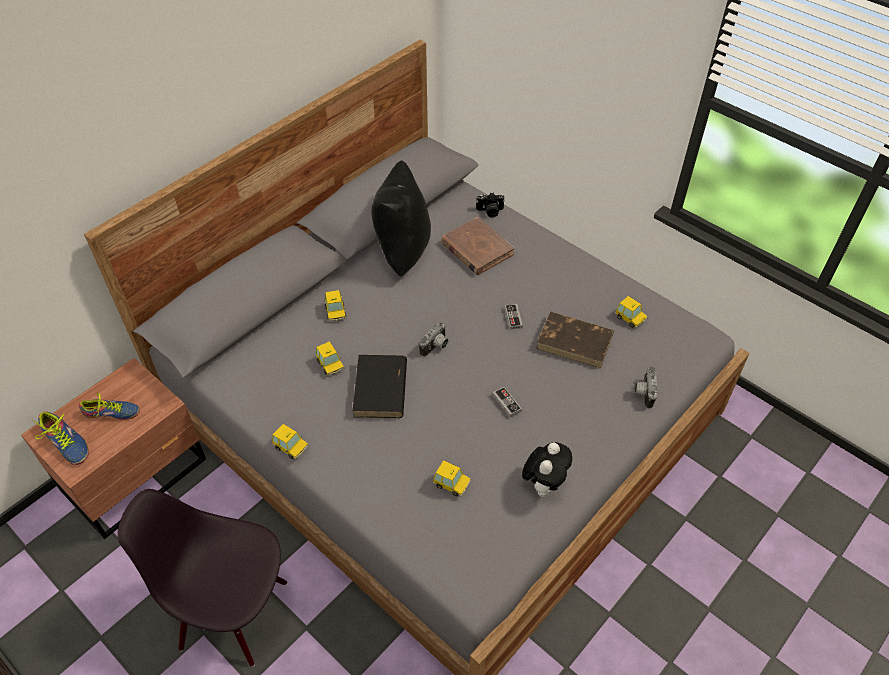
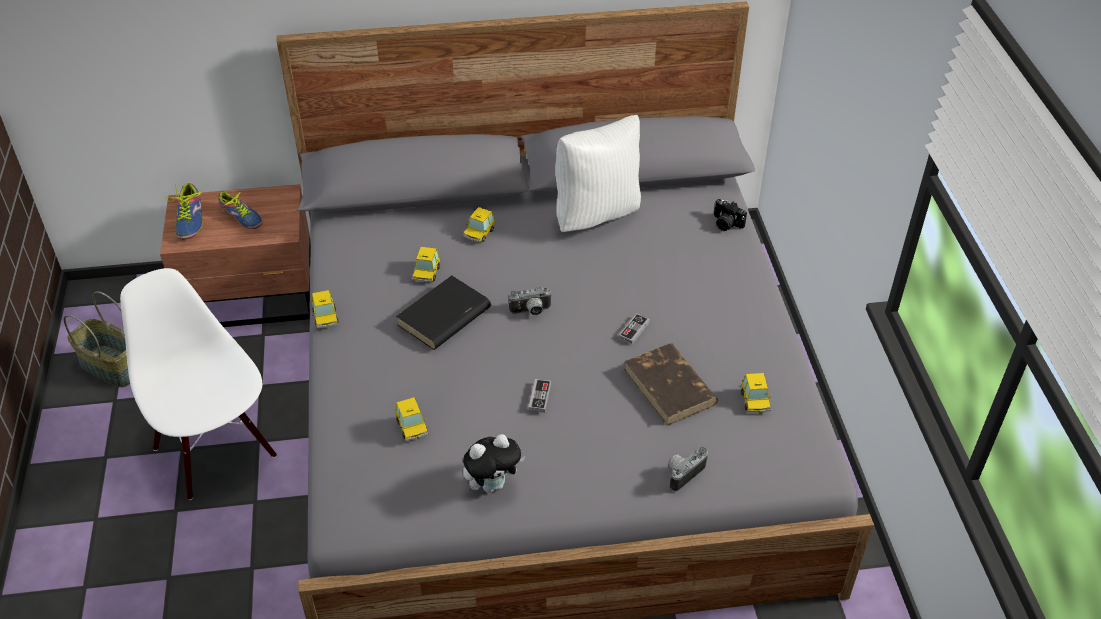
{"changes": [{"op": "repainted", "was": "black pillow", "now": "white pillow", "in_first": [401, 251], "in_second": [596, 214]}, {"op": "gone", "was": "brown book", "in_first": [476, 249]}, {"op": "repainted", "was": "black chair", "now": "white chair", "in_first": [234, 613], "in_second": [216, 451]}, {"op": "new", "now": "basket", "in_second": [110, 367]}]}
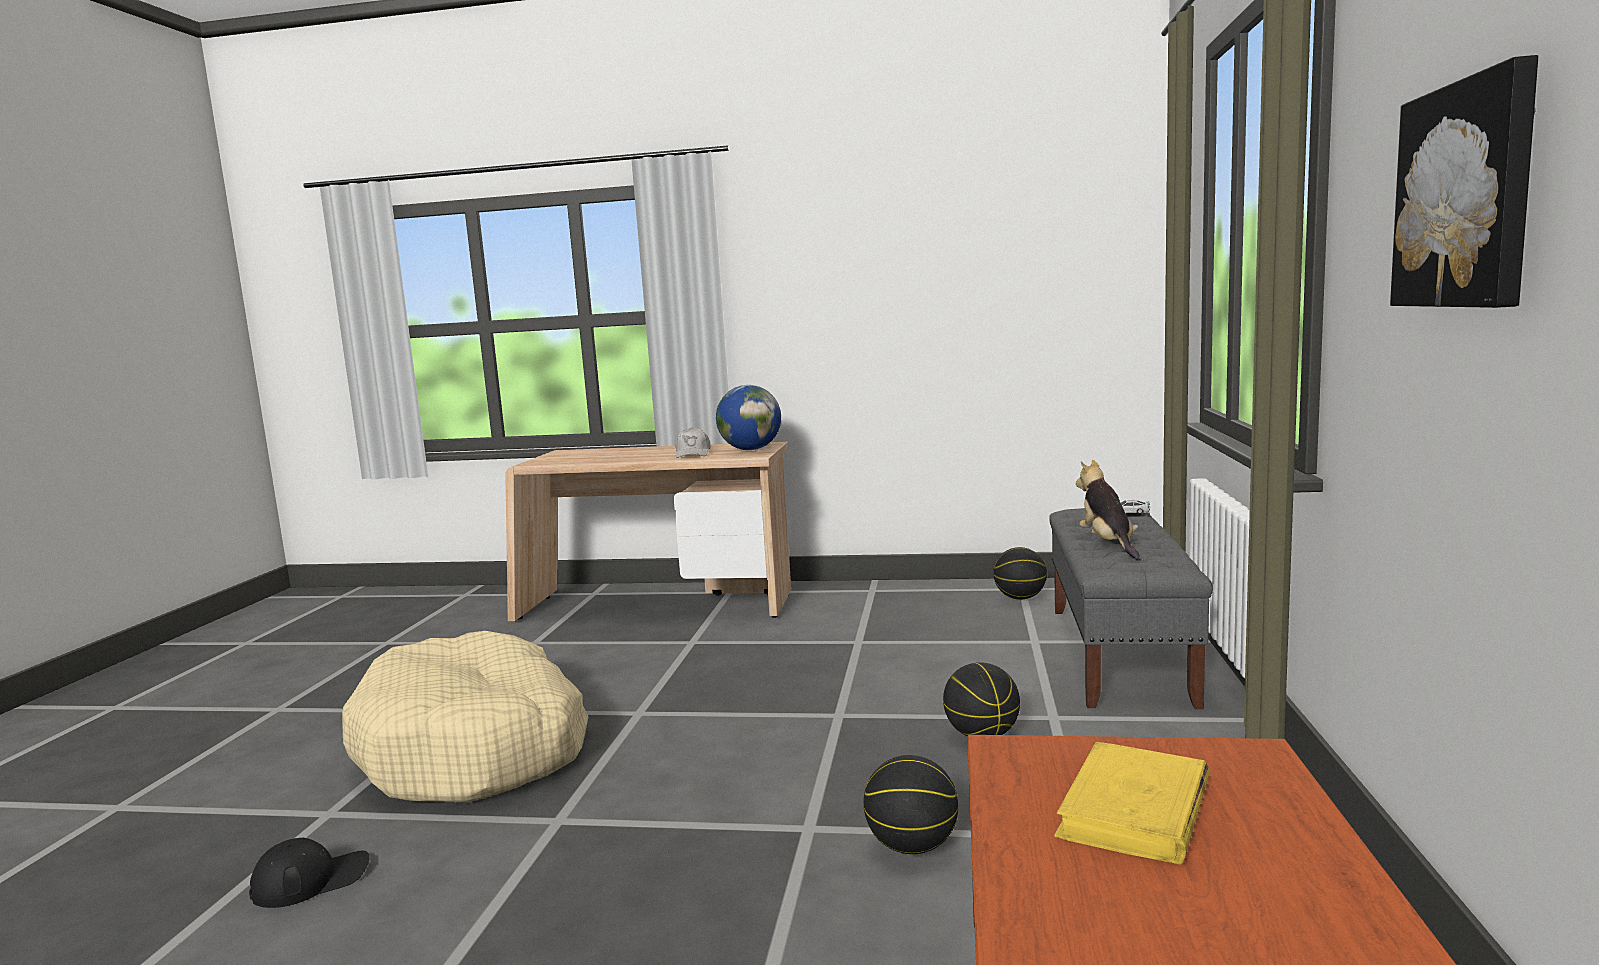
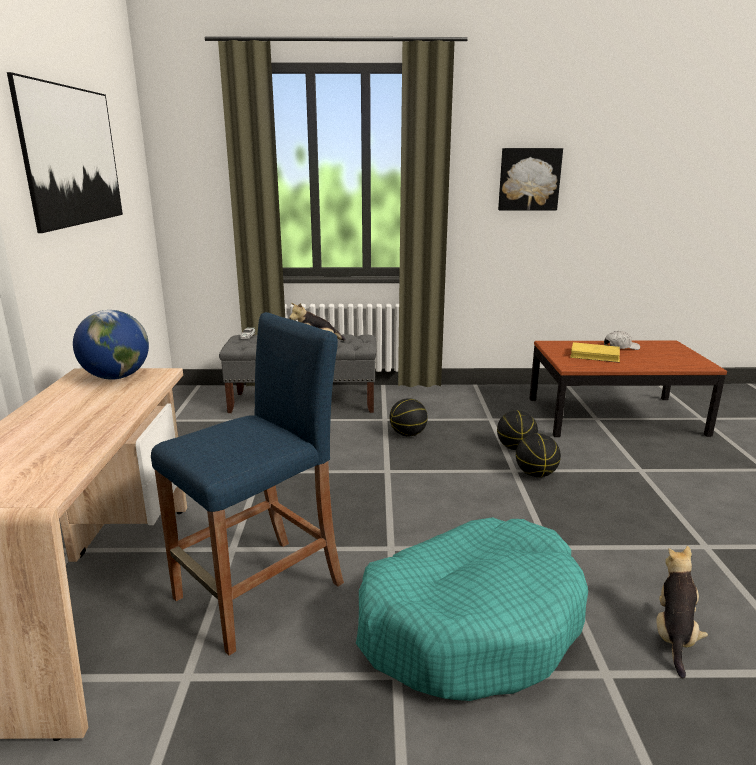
{"changes": [{"op": "shifted", "was": "white cap", "in_first": [693, 454], "in_second": [620, 347]}, {"op": "shifted", "was": "basketball", "in_first": [1020, 598], "in_second": [536, 474]}, {"op": "repainted", "was": "beige dog bed", "now": "turquoise dog bed", "in_first": [475, 748], "in_second": [470, 623]}, {"op": "swapped", "was": "black cap", "now": "plush toy", "in_first": [311, 879], "in_second": [674, 635]}, {"op": "new", "now": "picture", "in_second": [73, 156]}, {"op": "new", "now": "blue stool", "in_second": [260, 591]}]}
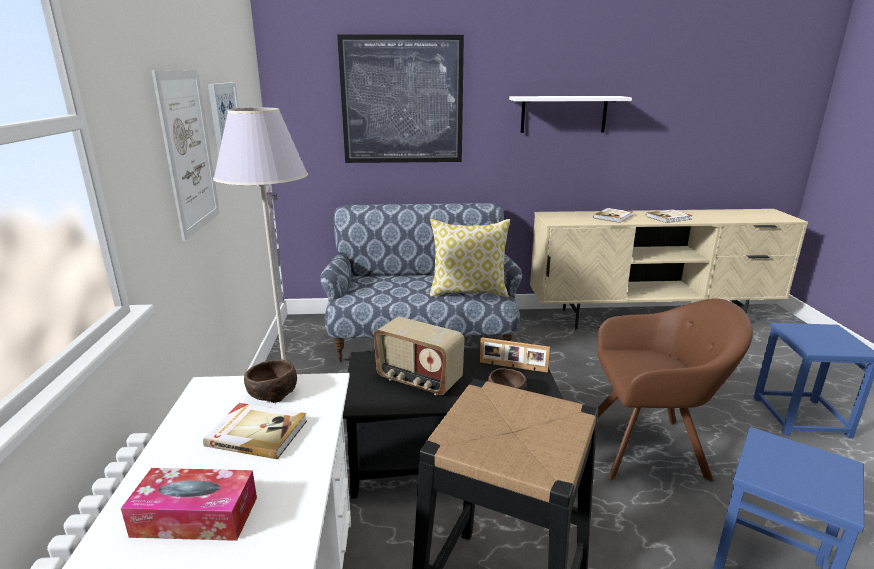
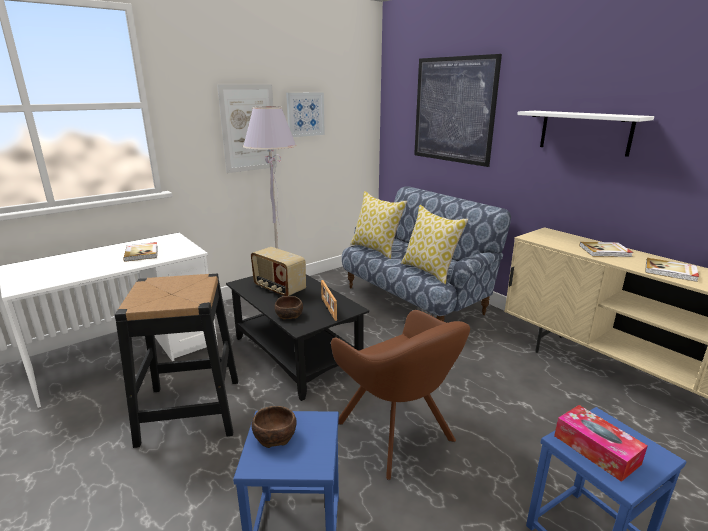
{"changes": [{"op": "rotated", "was": "radio", "in_first": [418, 381], "in_second": [279, 289], "clockwise": -45}, {"op": "shifted", "was": "brown bowl", "in_first": [271, 393], "in_second": [274, 436]}, {"op": "shifted", "was": "tissue box", "in_first": [195, 516], "in_second": [596, 449]}, {"op": "new", "now": "pillow", "in_second": [376, 249]}]}
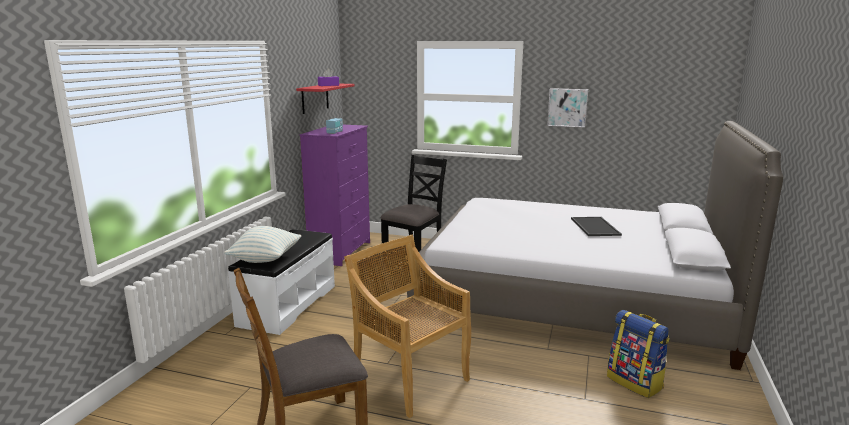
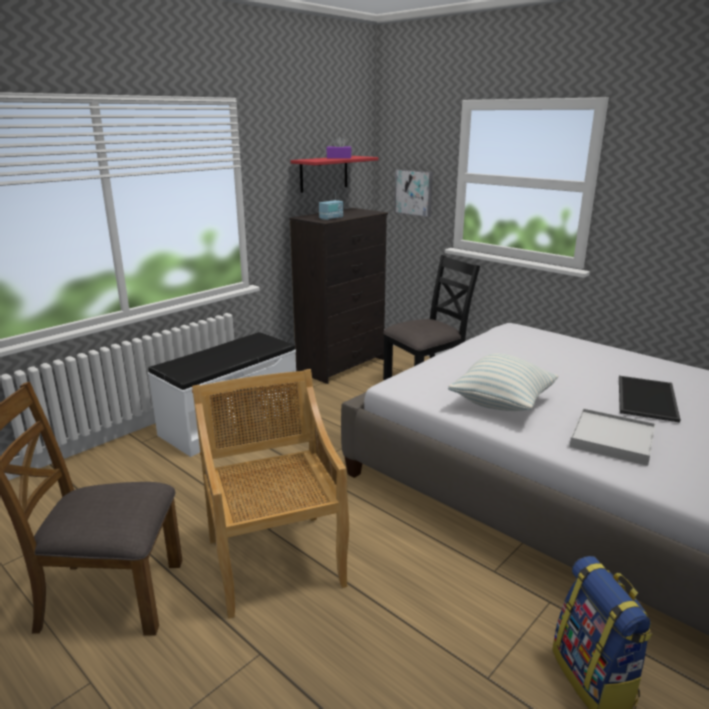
{"changes": [{"op": "shifted", "was": "picture", "in_first": [567, 107], "in_second": [414, 192]}, {"op": "repainted", "was": "purple dresser", "now": "black dresser", "in_first": [341, 251], "in_second": [342, 365]}, {"op": "shifted", "was": "pillow", "in_first": [265, 259], "in_second": [501, 404]}, {"op": "new", "now": "white tray", "in_second": [612, 439]}]}
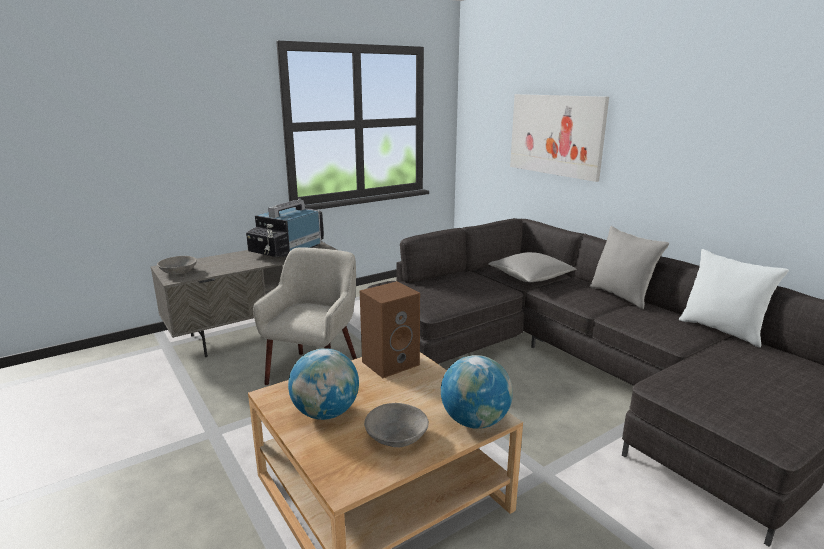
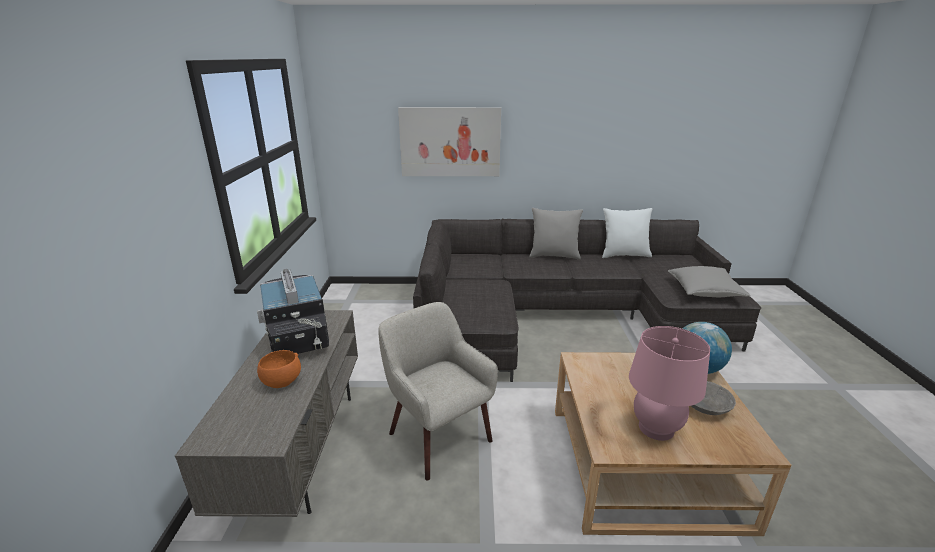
{"changes": [{"op": "shifted", "was": "grey pillow", "in_first": [530, 278], "in_second": [704, 291]}, {"op": "gone", "was": "grey bowl", "in_first": [178, 272]}, {"op": "gone", "was": "brown speaker", "in_first": [391, 362]}, {"op": "swapped", "was": "globe", "now": "pink table lamp", "in_first": [325, 413], "in_second": [656, 428]}, {"op": "new", "now": "orange bowl", "in_second": [281, 382]}]}
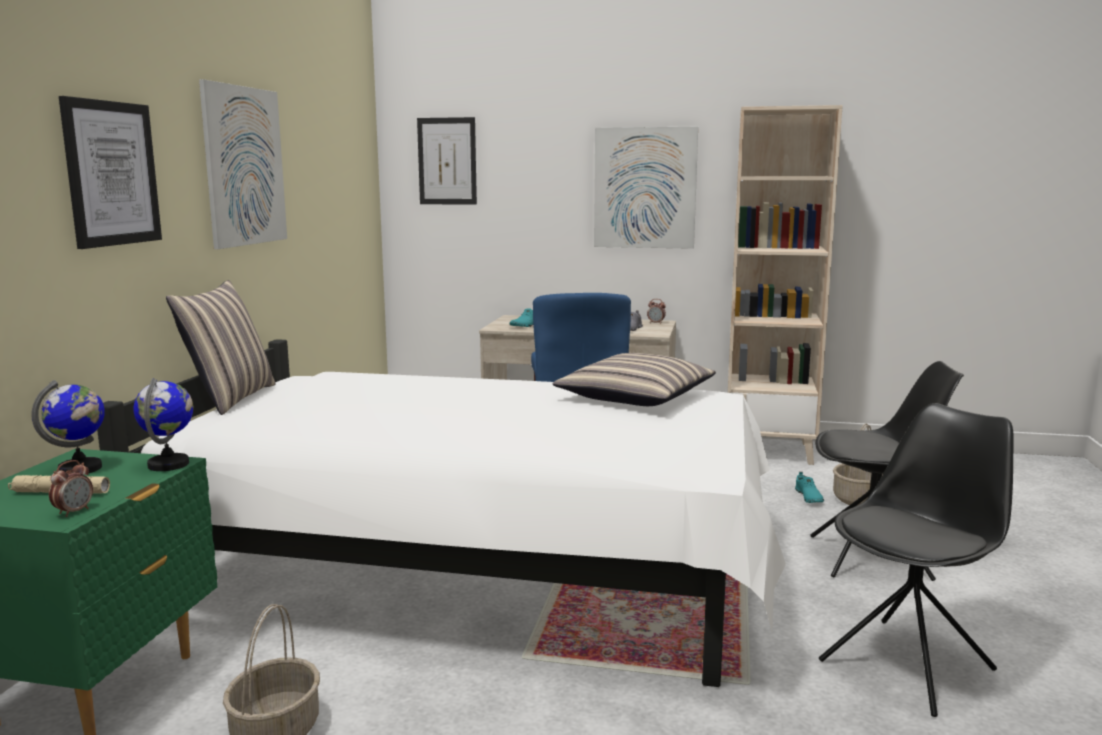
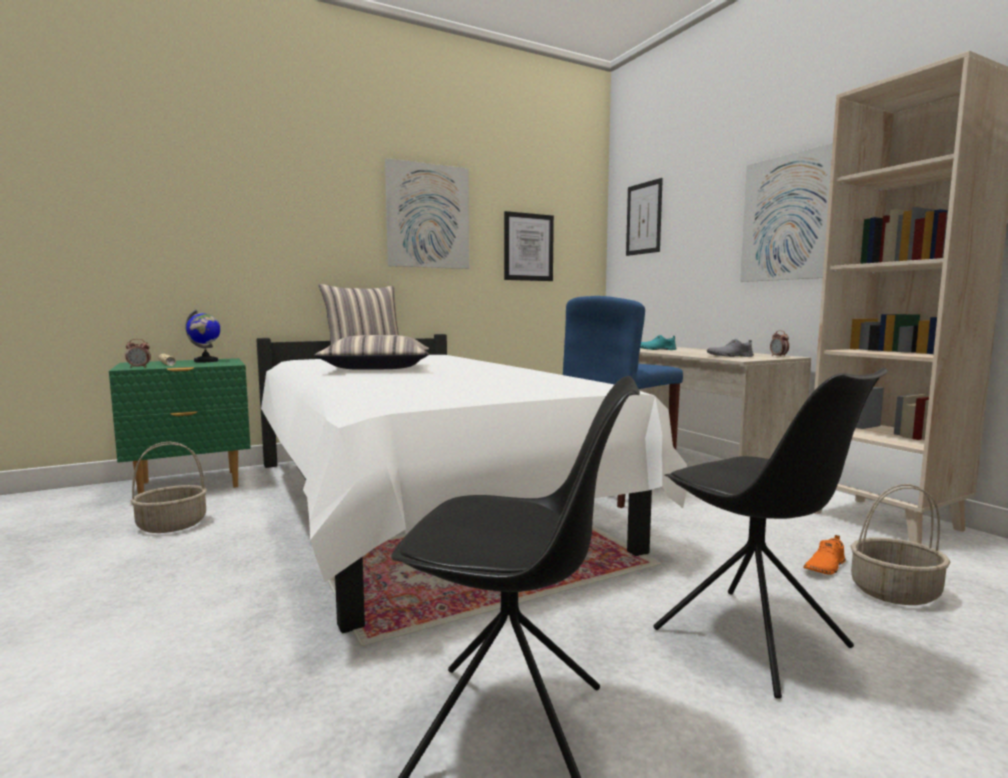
{"changes": [{"op": "shifted", "was": "picture", "in_first": [112, 173], "in_second": [528, 247]}, {"op": "shifted", "was": "pillow", "in_first": [635, 397], "in_second": [377, 368]}, {"op": "gone", "was": "globe", "in_first": [169, 464]}, {"op": "repainted", "was": "turquoise shoe", "now": "orange shoe", "in_first": [808, 497], "in_second": [824, 566]}]}
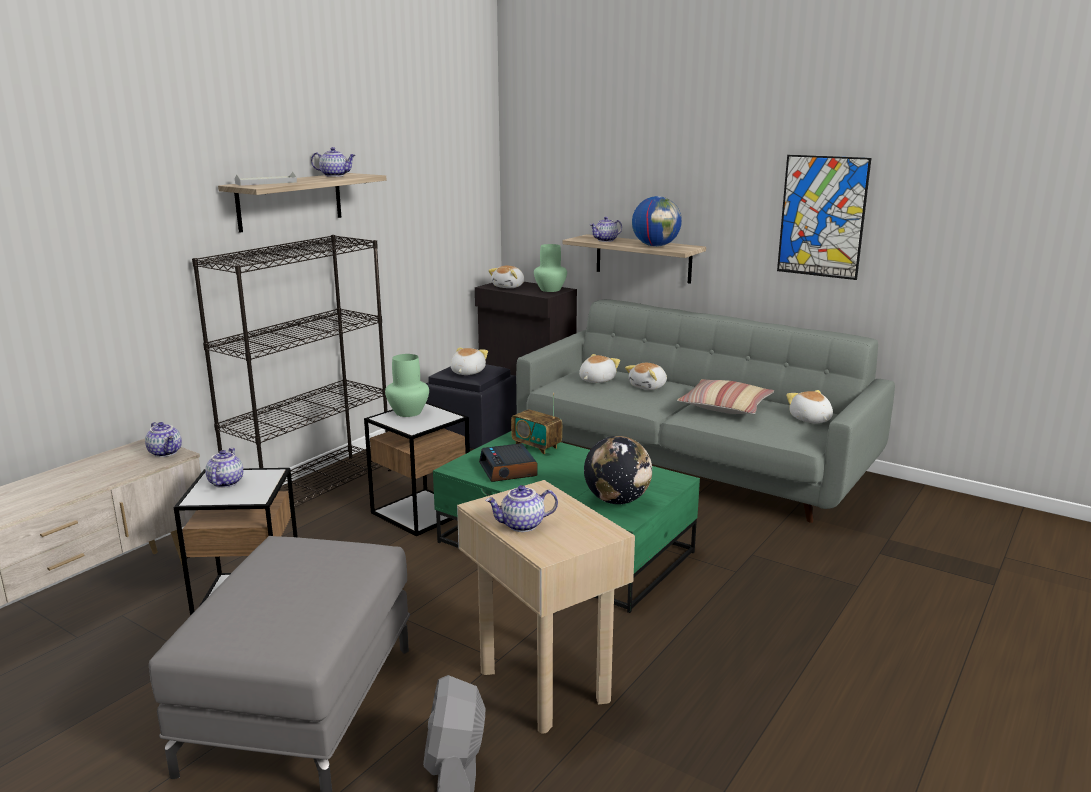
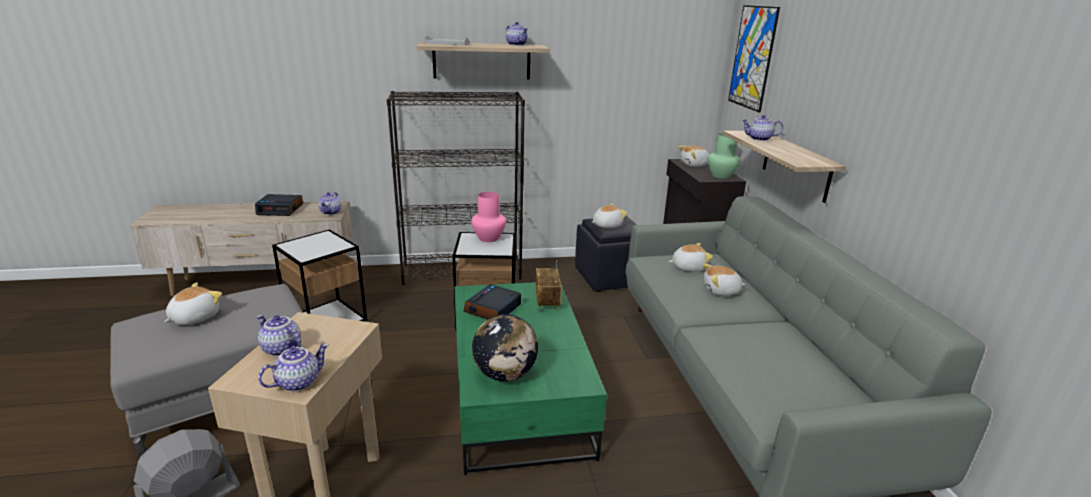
{"changes": [{"op": "shifted", "was": "picture", "in_first": [822, 216], "in_second": [752, 57]}, {"op": "gone", "was": "globe", "in_first": [655, 246]}, {"op": "repainted", "was": "green vase", "now": "pink vase", "in_first": [407, 412], "in_second": [489, 238]}, {"op": "gone", "was": "pillow", "in_first": [725, 407]}, {"op": "shifted", "was": "plush toy", "in_first": [810, 419], "in_second": [194, 317]}, {"op": "shifted", "was": "teapot", "in_first": [225, 482], "in_second": [298, 382]}, {"op": "new", "now": "alarm clock", "in_second": [281, 209]}]}
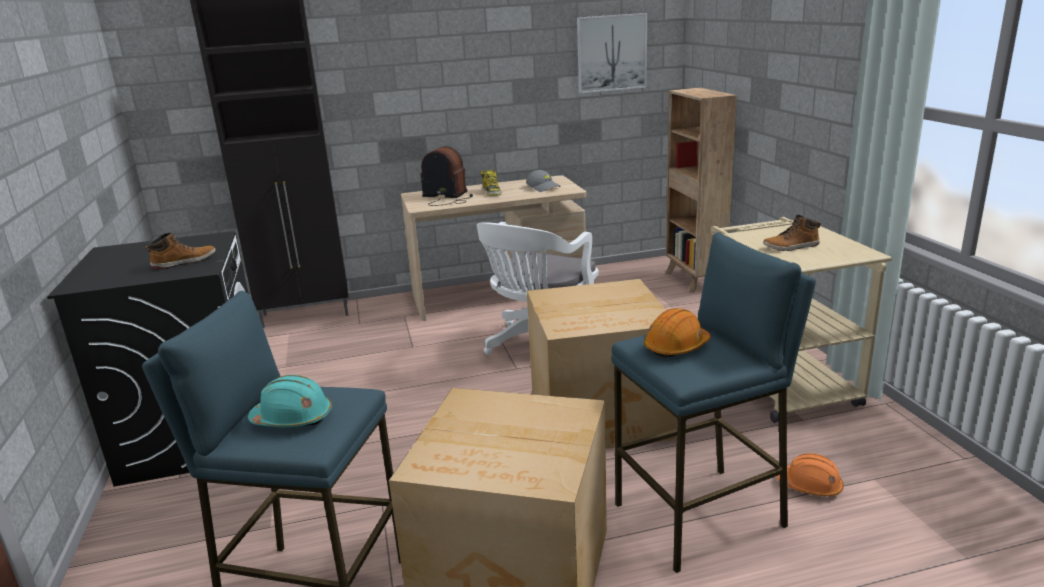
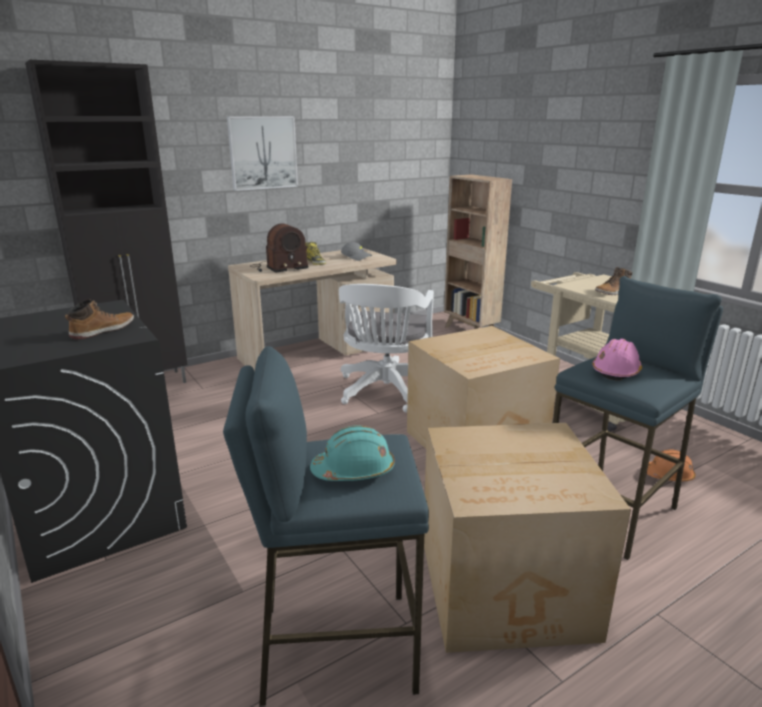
{"changes": [{"op": "shifted", "was": "picture", "in_first": [611, 53], "in_second": [263, 153]}, {"op": "rotated", "was": "radio", "in_first": [447, 198], "in_second": [278, 268], "clockwise": 150}, {"op": "repainted", "was": "orange hard hat", "now": "pink hard hat", "in_first": [676, 347], "in_second": [616, 371]}]}
